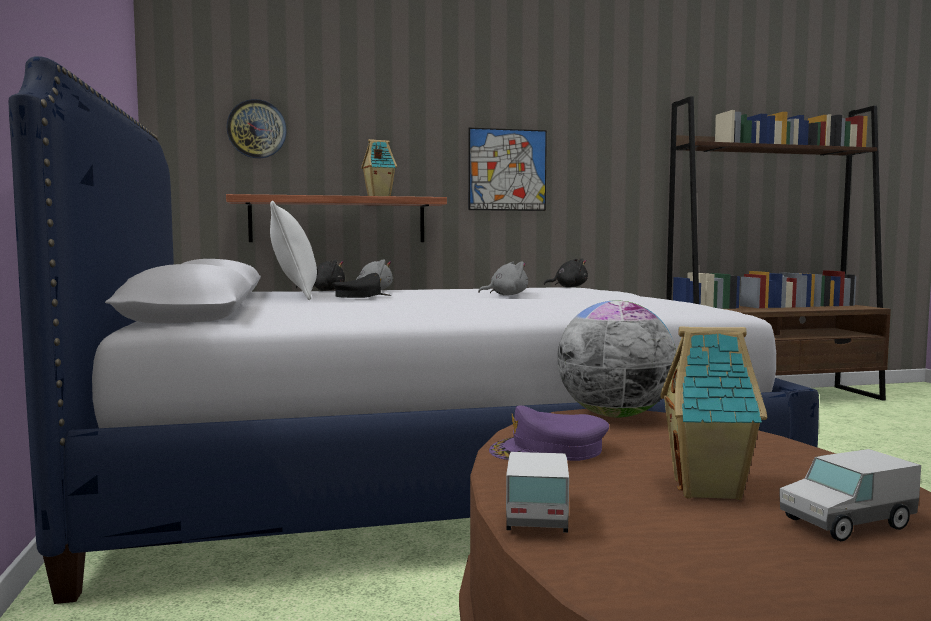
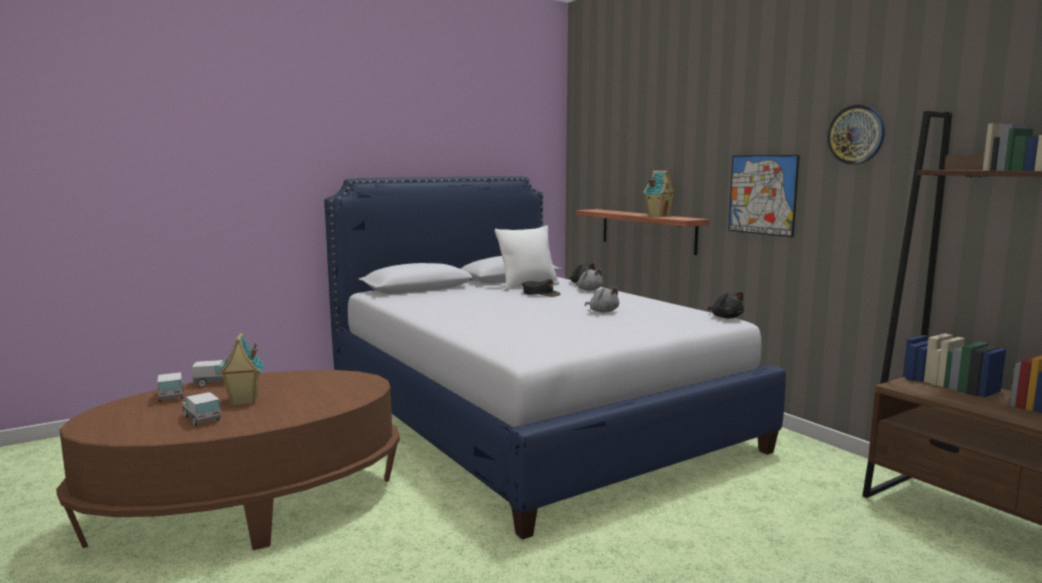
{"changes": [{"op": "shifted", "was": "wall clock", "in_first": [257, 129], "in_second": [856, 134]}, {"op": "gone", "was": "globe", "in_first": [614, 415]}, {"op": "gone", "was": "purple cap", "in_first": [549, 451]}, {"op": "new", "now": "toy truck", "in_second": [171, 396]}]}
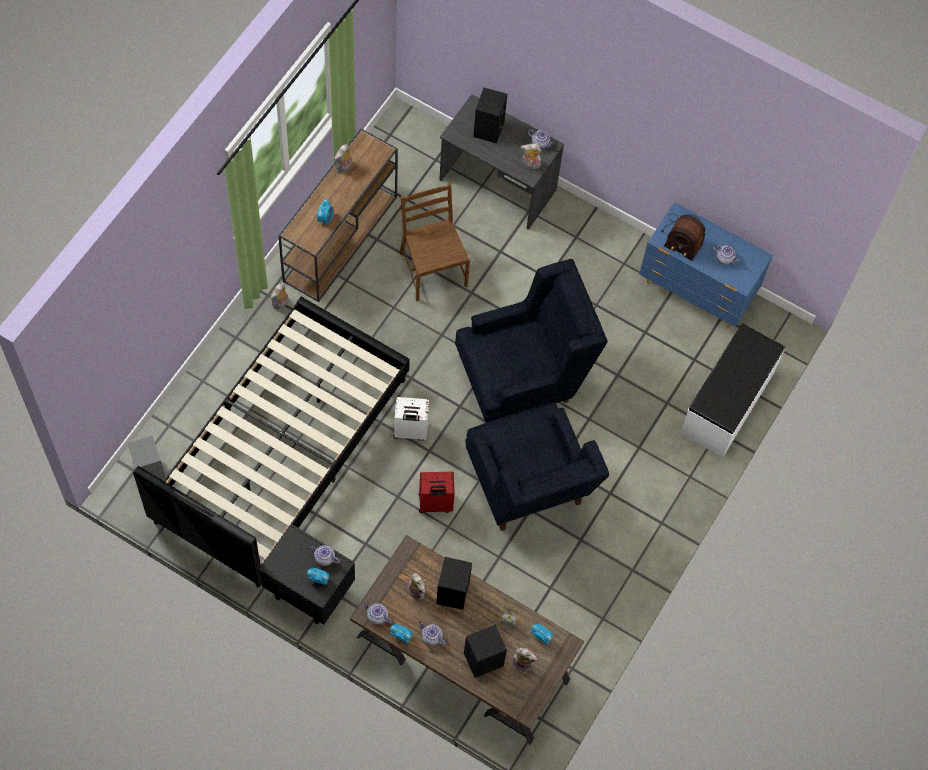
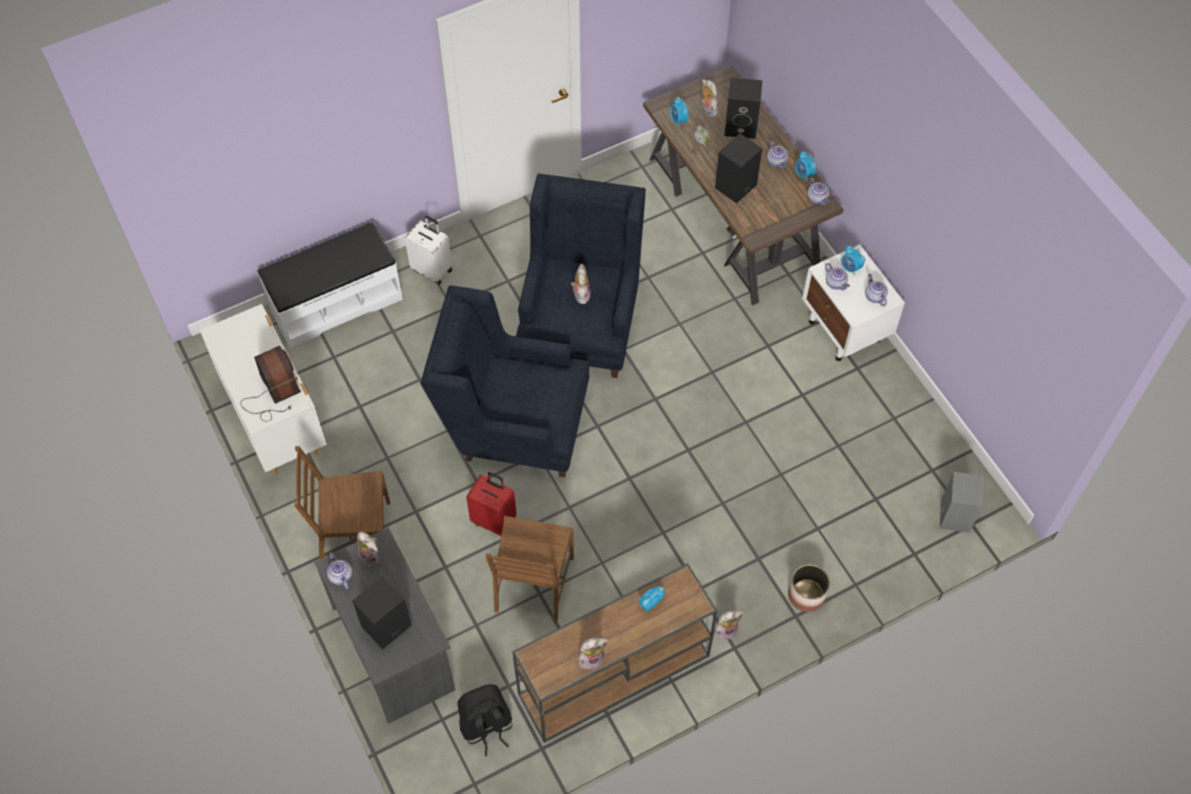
{"changes": [{"op": "repainted", "was": "blue dresser", "now": "white dresser", "in_first": [697, 292], "in_second": [275, 420]}, {"op": "shifted", "was": "teapot", "in_first": [725, 258], "in_second": [874, 296]}, {"op": "gone", "was": "black bed", "in_first": [281, 450]}, {"op": "shifted", "was": "white suitcase", "in_first": [410, 431], "in_second": [432, 269]}, {"op": "shifted", "was": "red suitcase", "in_first": [435, 504], "in_second": [495, 520]}, {"op": "repainted", "was": "black nightstand", "now": "white nightstand", "in_first": [308, 591], "in_second": [845, 331]}, {"op": "shifted", "was": "plush toy", "in_first": [418, 591], "in_second": [580, 294]}, {"op": "new", "now": "brown chair", "in_second": [354, 534]}, {"op": "new", "now": "planter", "in_second": [807, 595]}, {"op": "new", "now": "black backpack", "in_second": [486, 726]}]}
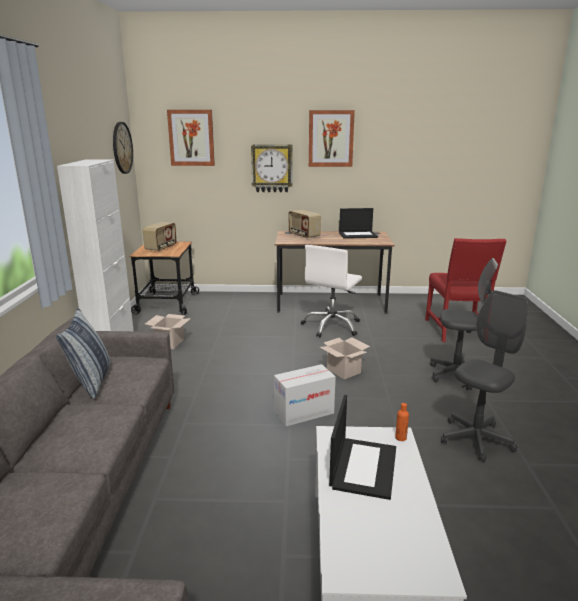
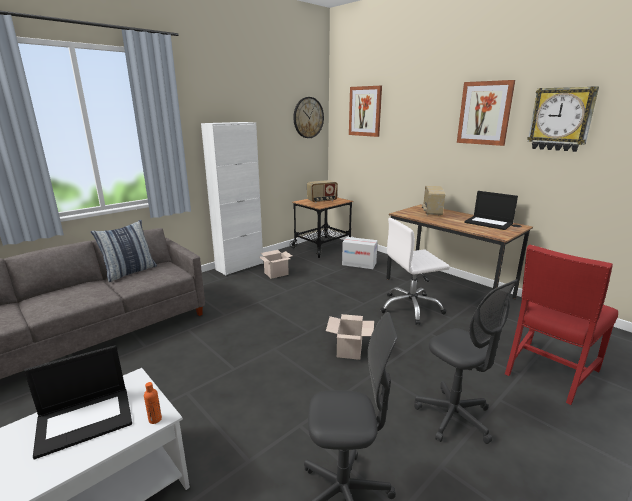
{"changes": [{"op": "shifted", "was": "wall clock", "in_first": [272, 168], "in_second": [561, 119]}, {"op": "shifted", "was": "cardboard box", "in_first": [304, 412], "in_second": [359, 264]}]}
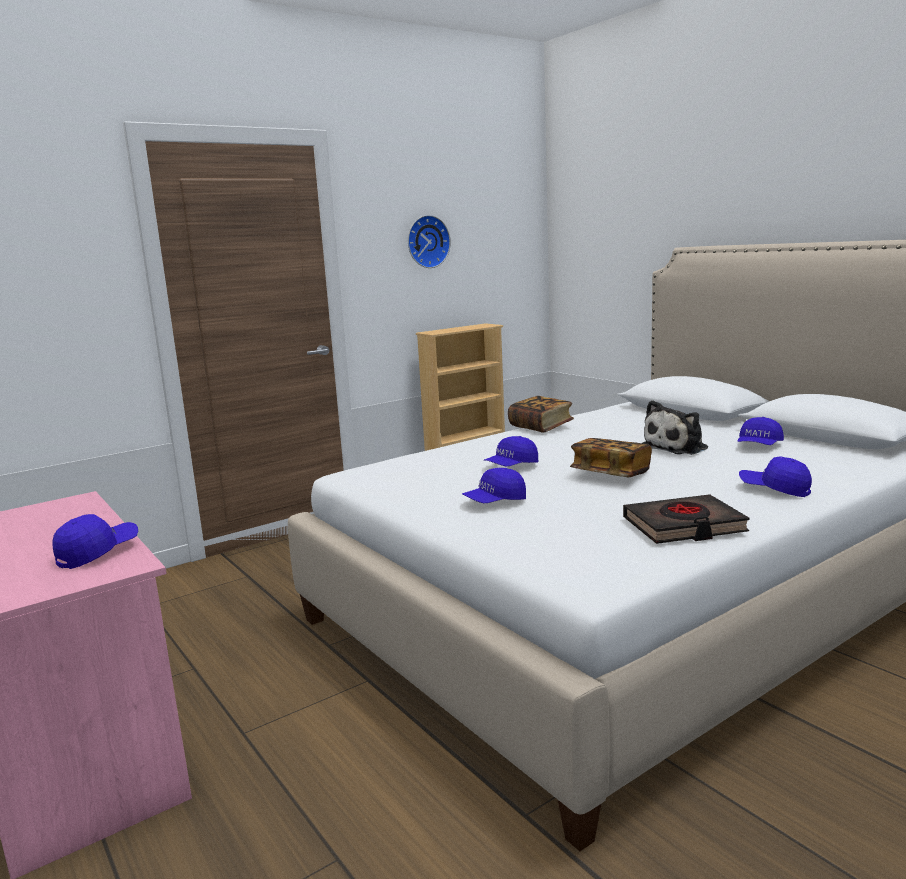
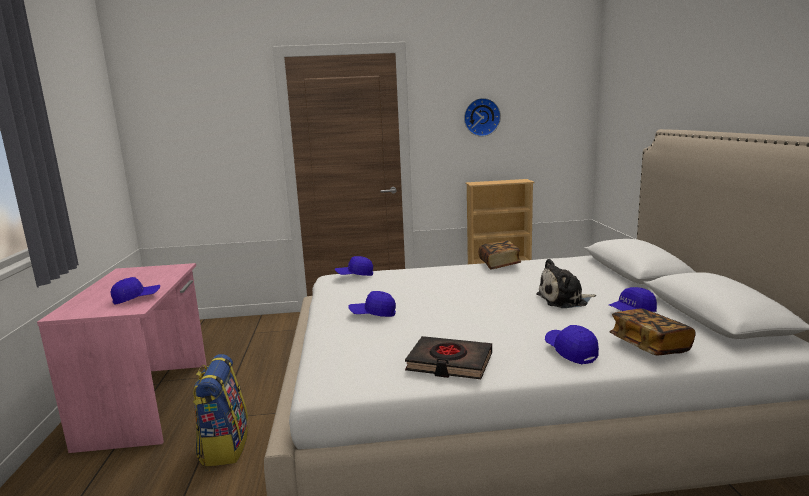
{"changes": [{"op": "shifted", "was": "blue cap", "in_first": [511, 466], "in_second": [354, 275]}, {"op": "shifted", "was": "book", "in_first": [610, 474], "in_second": [649, 346]}, {"op": "new", "now": "backpack", "in_second": [224, 446]}]}
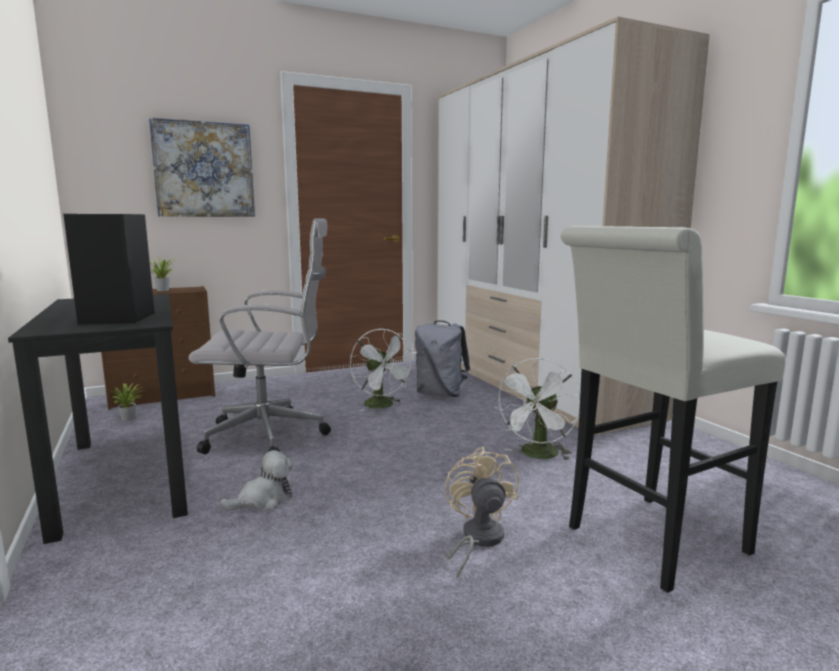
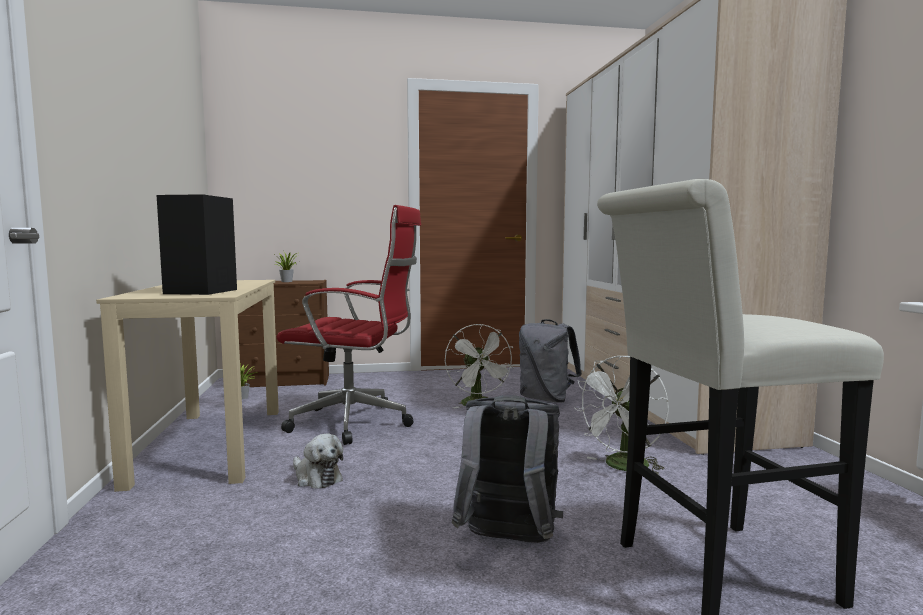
{"changes": [{"op": "gone", "was": "picture", "in_first": [204, 169]}, {"op": "repainted", "was": "white office chair", "now": "red office chair", "in_first": [271, 436], "in_second": [356, 423]}, {"op": "repainted", "was": "black desk", "now": "beige desk", "in_first": [126, 475], "in_second": [212, 444]}, {"op": "swapped", "was": "beige fan", "now": "grey backpack", "in_first": [477, 540], "in_second": [507, 543]}, {"op": "rotated", "was": "plush toy", "in_first": [263, 500], "in_second": [316, 478], "clockwise": 60}]}
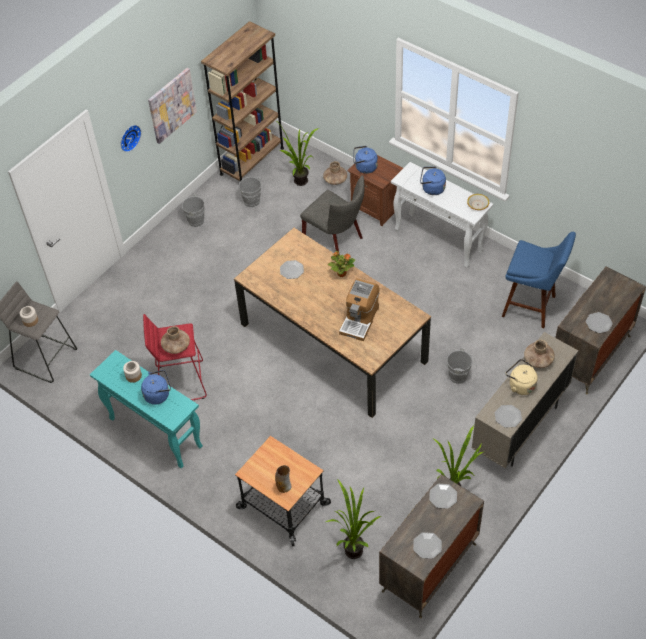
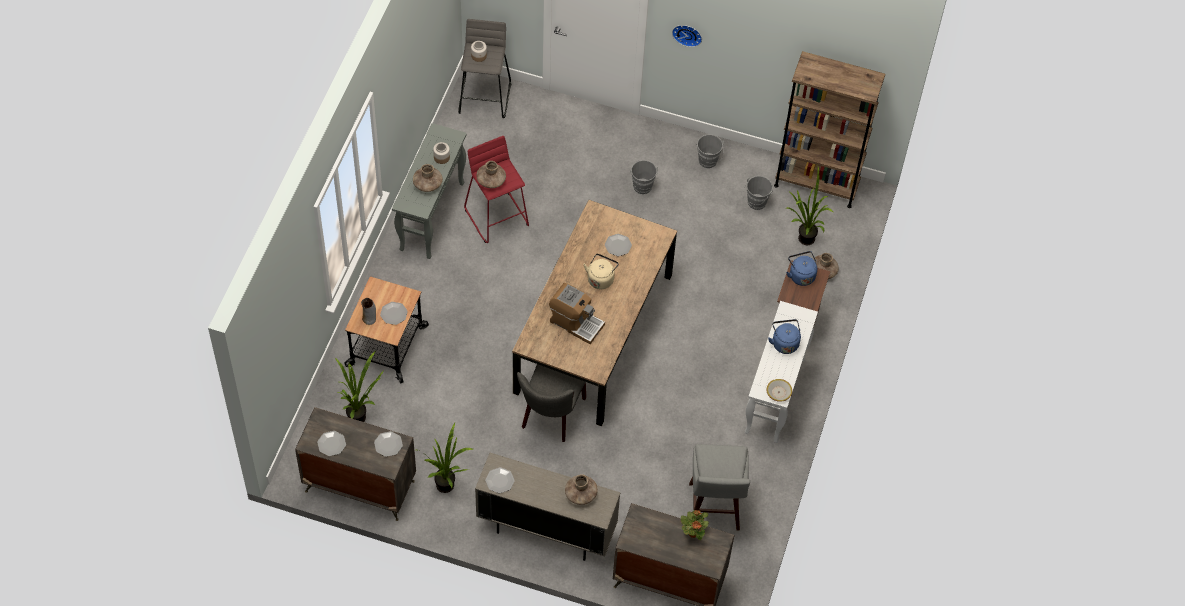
{"changes": [{"op": "gone", "was": "picture", "in_first": [171, 105]}, {"op": "shifted", "was": "grey chair", "in_first": [336, 240], "in_second": [551, 416]}, {"op": "repainted", "was": "blue stool", "now": "grey stool", "in_first": [531, 307], "in_second": [714, 510]}, {"op": "shifted", "was": "potted plant", "in_first": [341, 273], "in_second": [693, 532]}, {"op": "rotated", "was": "coffee machine", "in_first": [359, 319], "in_second": [576, 322], "clockwise": -150}, {"op": "shifted", "was": "plate", "in_first": [598, 323], "in_second": [393, 313]}, {"op": "shifted", "was": "grey bucket", "in_first": [460, 376], "in_second": [642, 188]}, {"op": "repainted", "was": "turquoise console table", "now": "grey console table", "in_first": [154, 432], "in_second": [432, 215]}, {"op": "shifted", "was": "beige kettle", "in_first": [520, 385], "in_second": [601, 278]}, {"op": "swapped", "was": "blue kettle", "now": "brown vase", "in_first": [158, 394], "in_second": [427, 184]}]}
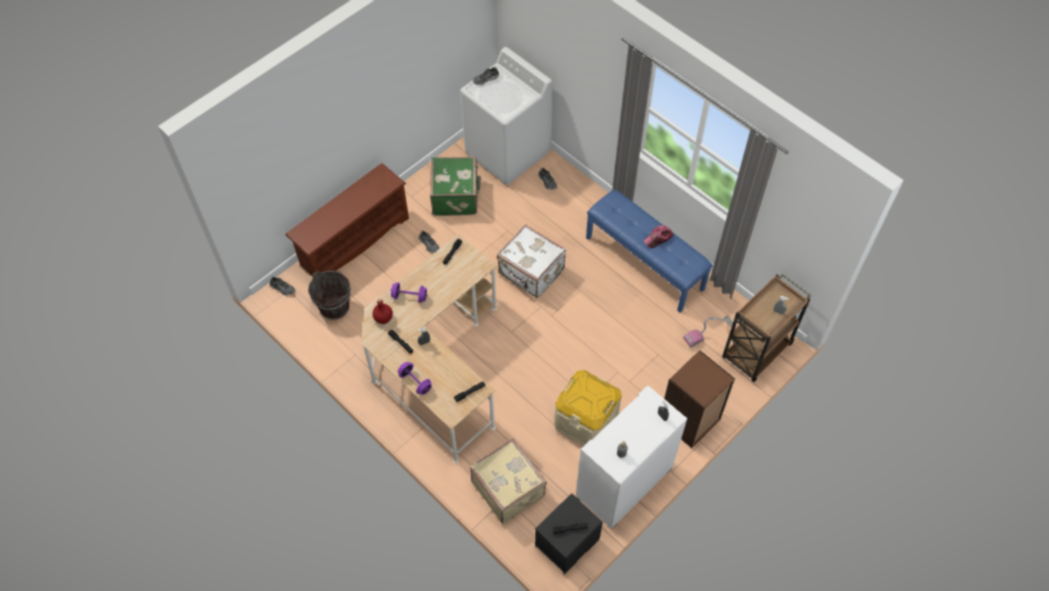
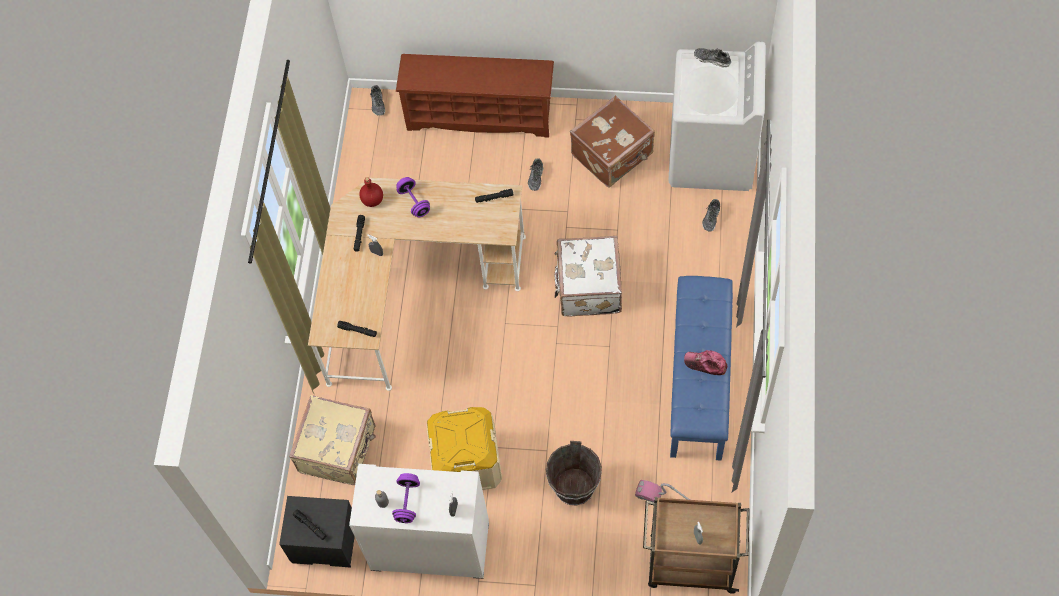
{"changes": [{"op": "repainted", "was": "green suitcase", "now": "brown suitcase", "in_first": [456, 196], "in_second": [613, 155]}, {"op": "shifted", "was": "brown bucket", "in_first": [335, 307], "in_second": [574, 487]}, {"op": "gone", "was": "brown bookcase", "in_first": [690, 420]}, {"op": "shifted", "was": "purple dumbbell", "in_first": [415, 382], "in_second": [407, 502]}]}
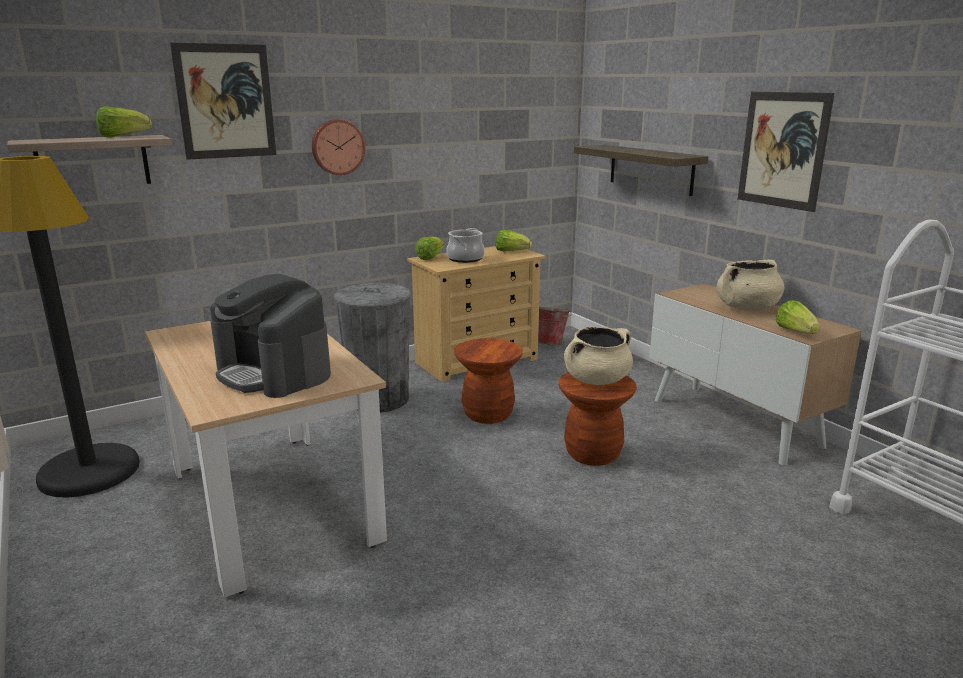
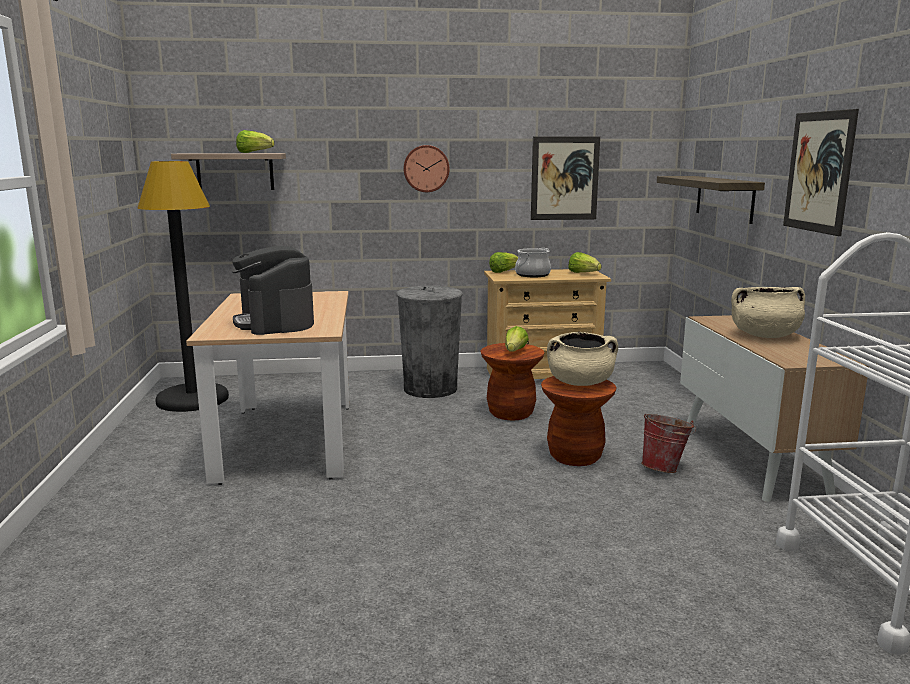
{"changes": [{"op": "shifted", "was": "picture", "in_first": [225, 101], "in_second": [564, 178]}, {"op": "shifted", "was": "lettuce", "in_first": [796, 332], "in_second": [515, 351]}, {"op": "shifted", "was": "bucket", "in_first": [552, 343], "in_second": [665, 468]}]}
